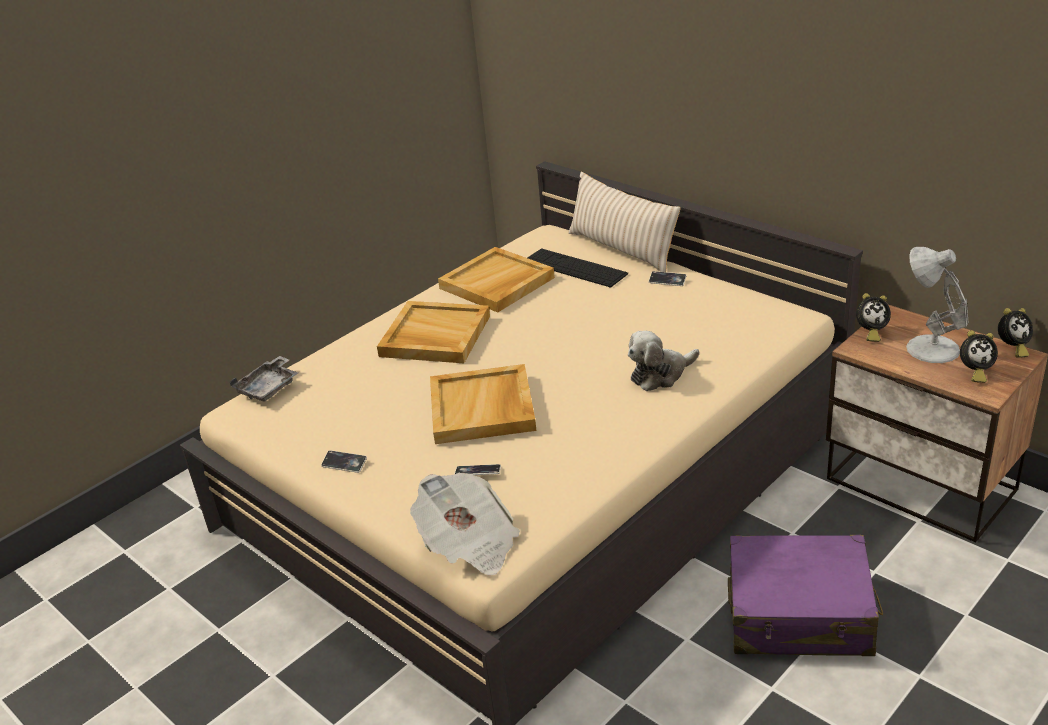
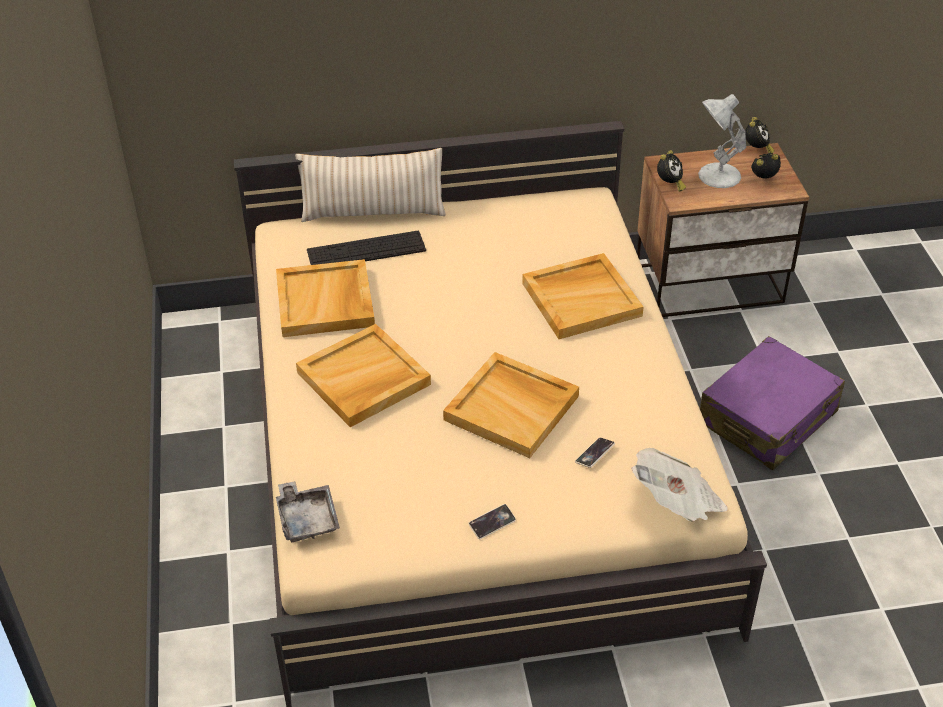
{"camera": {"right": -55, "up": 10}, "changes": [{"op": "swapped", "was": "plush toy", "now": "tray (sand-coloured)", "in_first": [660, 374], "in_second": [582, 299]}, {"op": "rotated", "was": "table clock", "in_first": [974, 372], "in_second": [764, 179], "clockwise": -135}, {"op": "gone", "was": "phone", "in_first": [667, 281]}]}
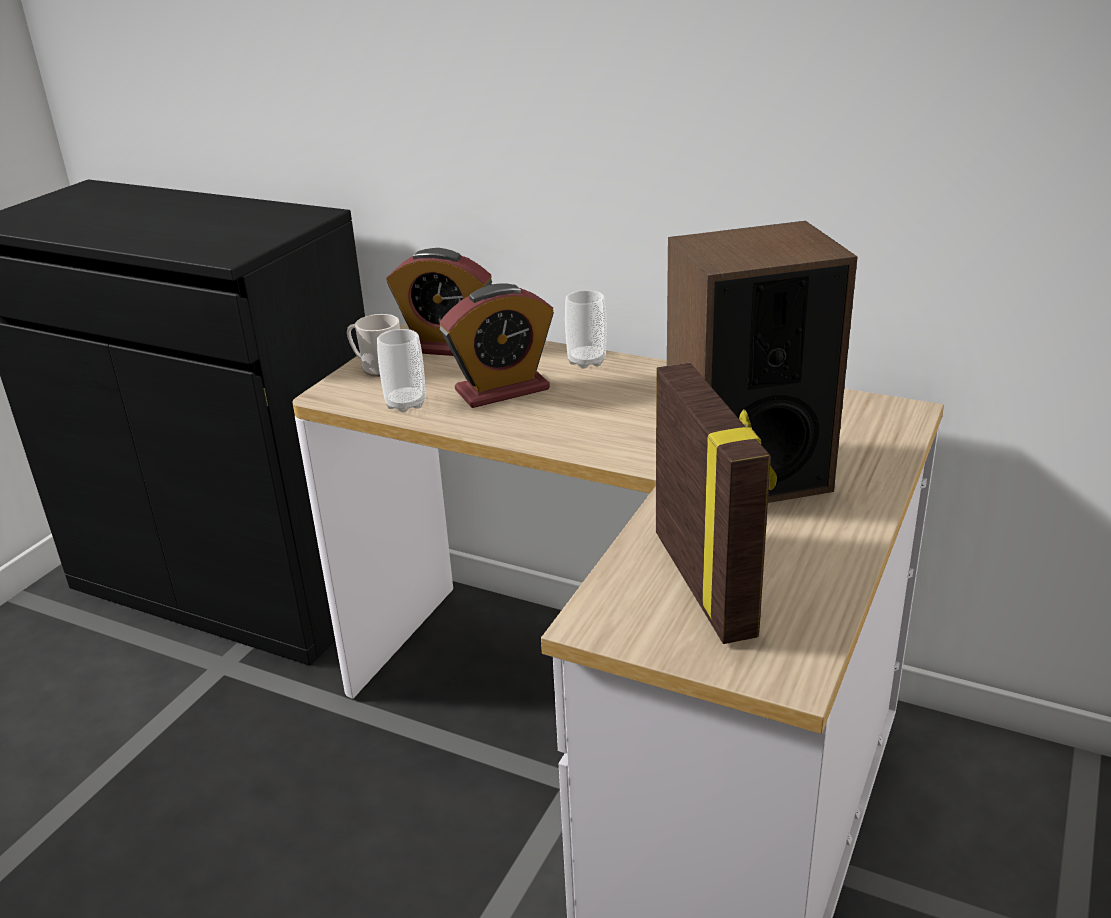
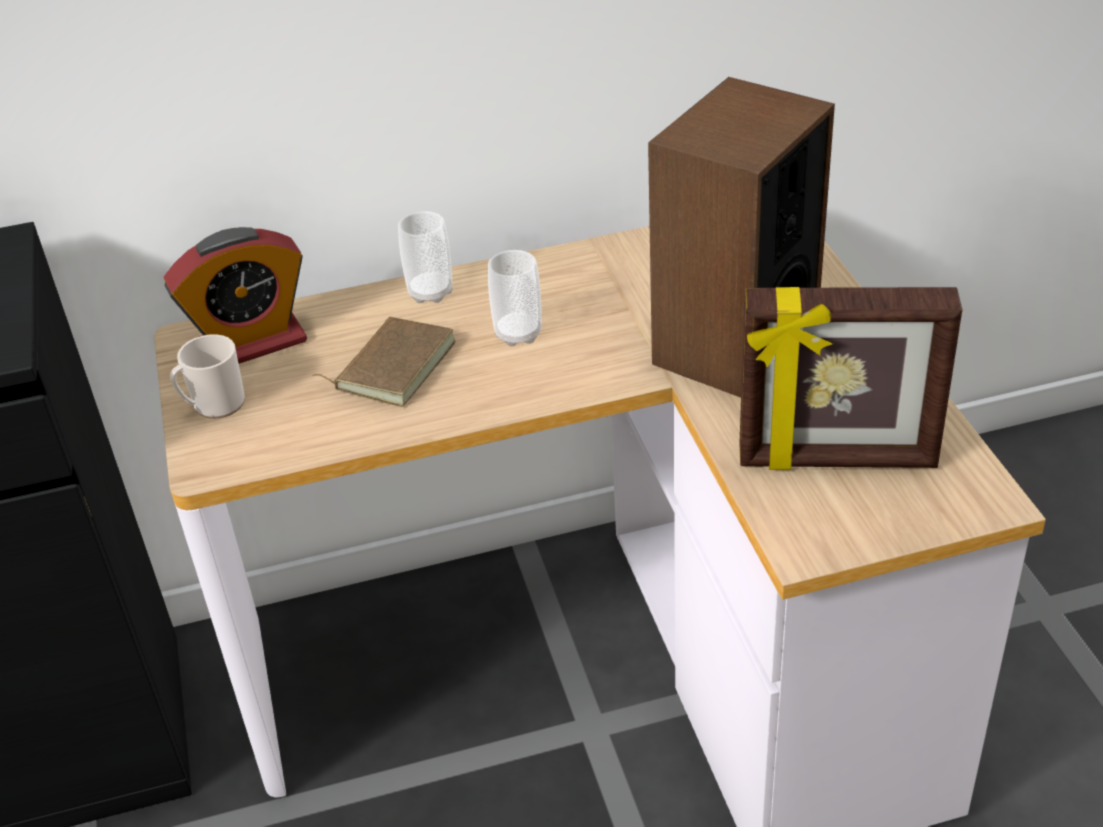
{"camera": {"right": -40, "up": 10}, "changes": [{"op": "swapped", "was": "table clock", "now": "book (brownish)", "in_first": [502, 390], "in_second": [393, 365]}, {"op": "shifted", "was": "cup", "in_first": [406, 404], "in_second": [518, 334]}, {"op": "rotated", "was": "standing frame", "in_first": [706, 583], "in_second": [837, 460], "clockwise": 150}]}
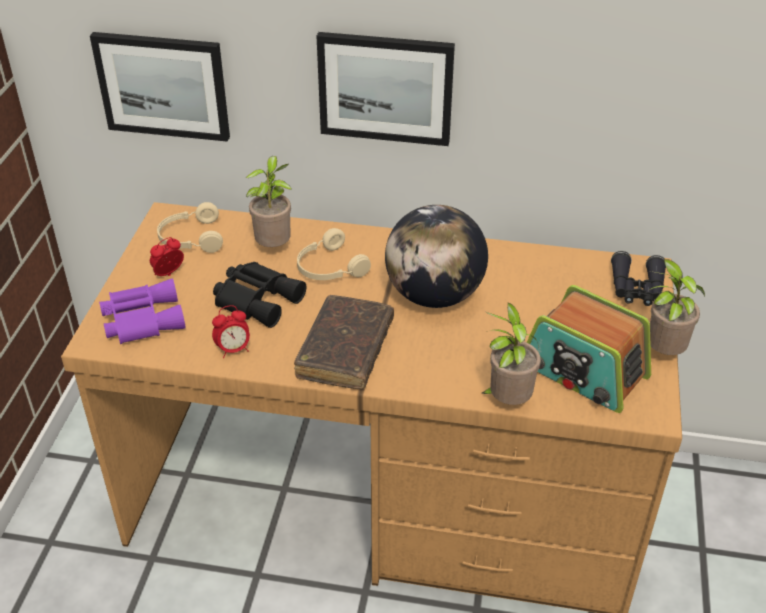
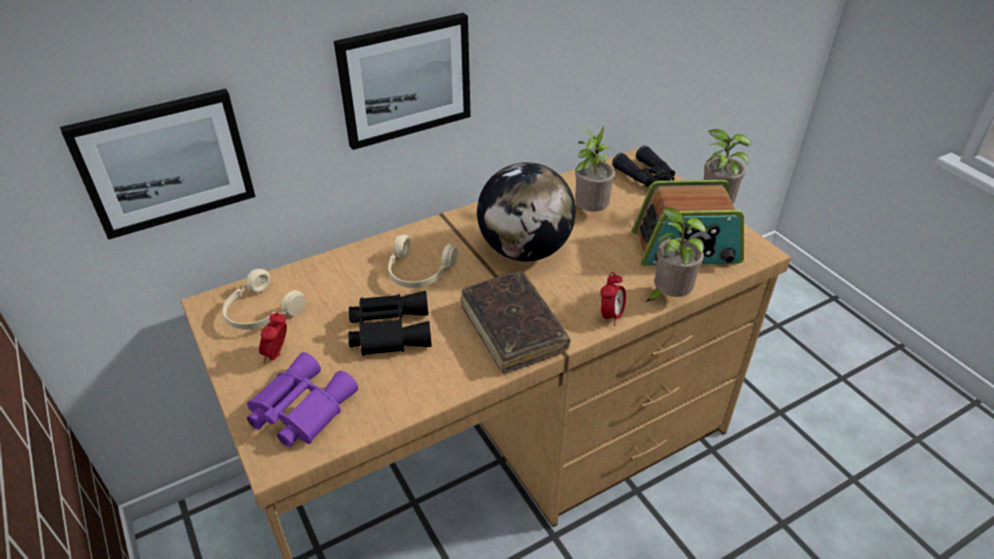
{"camera": {"right": -40, "up": 0}, "changes": [{"op": "shifted", "was": "potted plant", "in_first": [274, 247], "in_second": [589, 212]}, {"op": "shifted", "was": "table clock", "in_first": [233, 350], "in_second": [610, 316]}]}
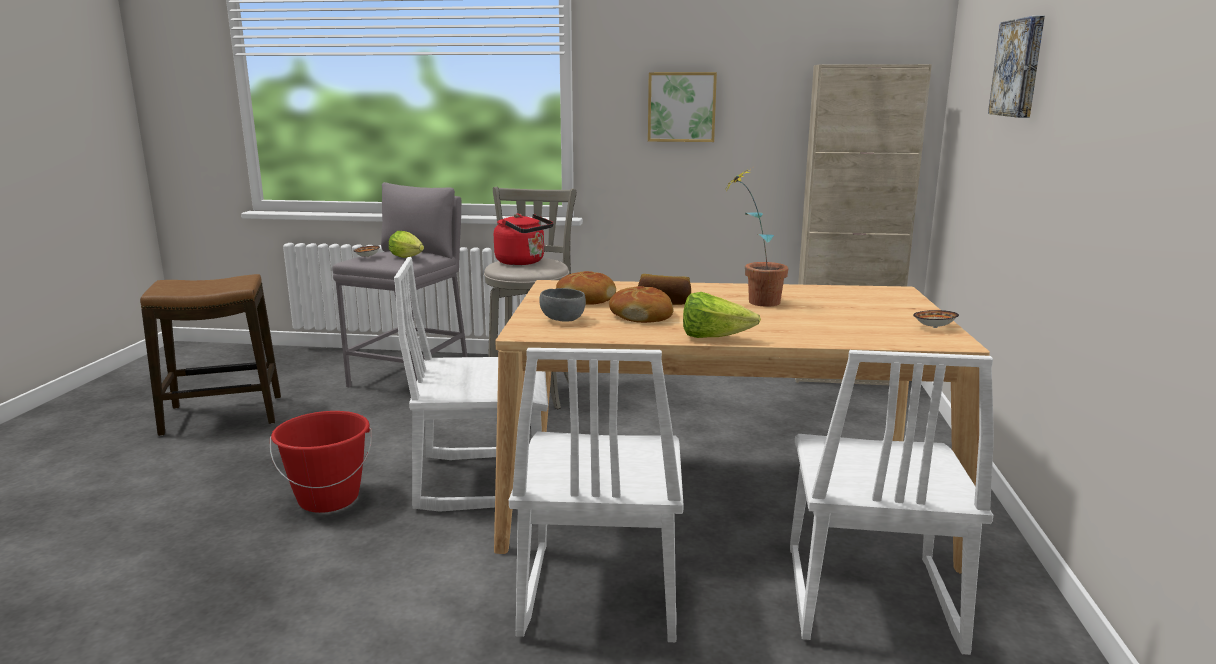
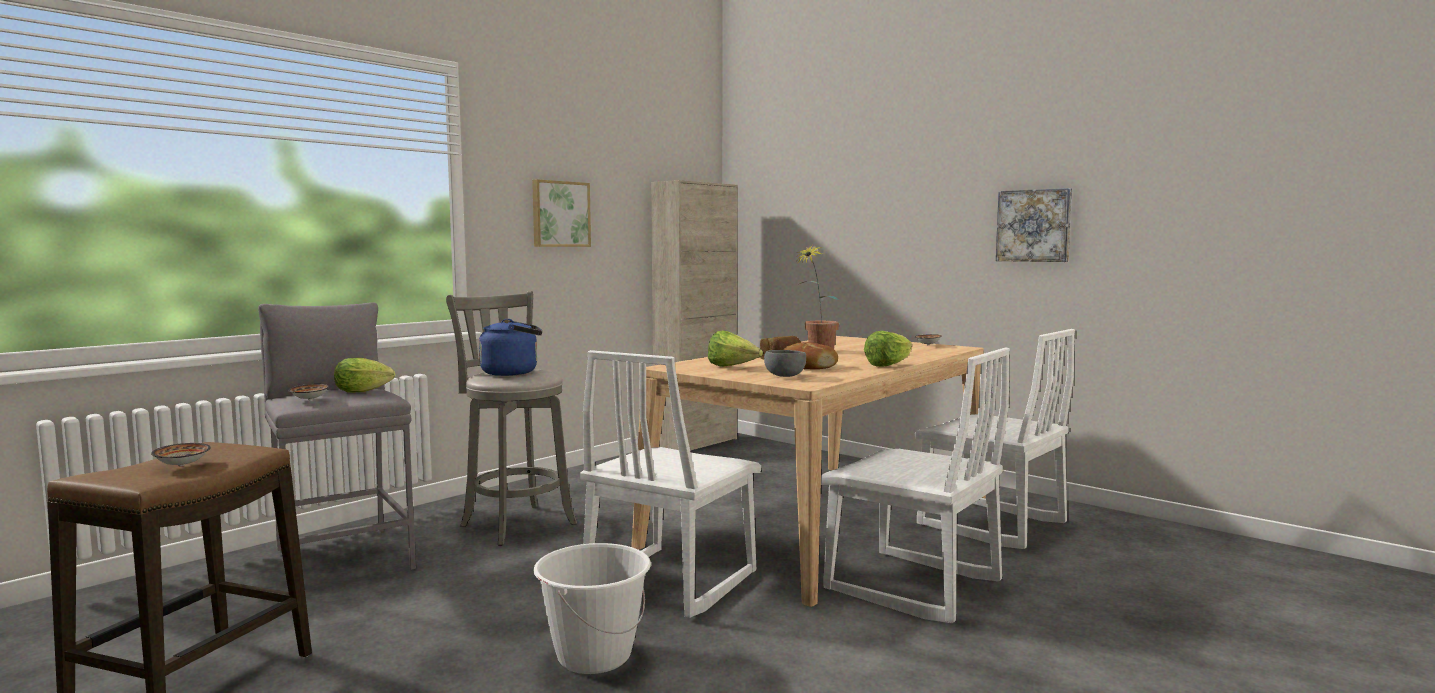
{"camera": {"right": -55, "up": -10}, "changes": [{"op": "new", "now": "bowl", "in_second": [182, 465]}, {"op": "repainted", "was": "kettle (reddish)", "now": "kettle (bluish)", "in_first": [523, 262], "in_second": [513, 372]}, {"op": "repainted", "was": "bucket (reddish)", "now": "bucket (white-coloured)", "in_first": [329, 498], "in_second": [594, 656]}, {"op": "swapped", "was": "baked bread", "now": "lettuce head", "in_first": [586, 298], "in_second": [732, 367]}, {"op": "shifted", "was": "picture", "in_first": [1020, 68], "in_second": [1034, 225]}]}
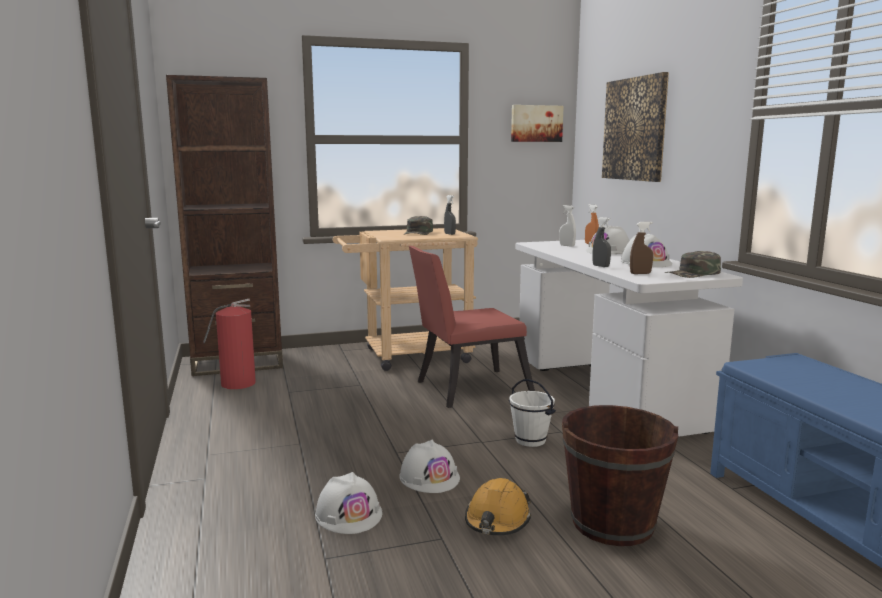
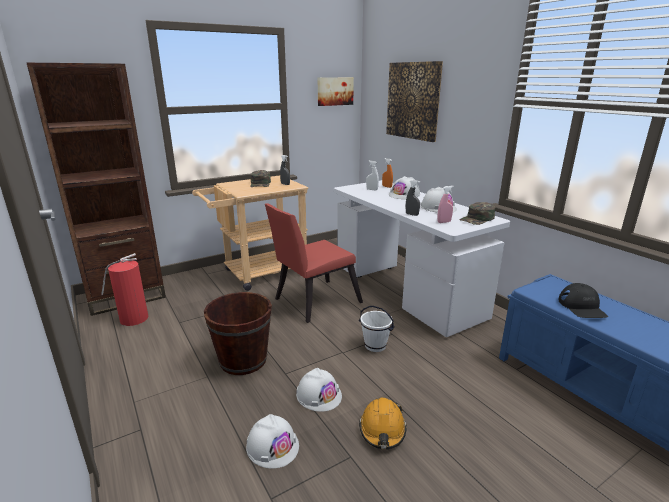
{"camera": {"right": -15, "up": 10}, "changes": [{"op": "shifted", "was": "bucket (brownish)", "in_first": [612, 523], "in_second": [243, 360]}, {"op": "repainted", "was": "spray bottle (brownish)", "now": "spray bottle (pink-coloured)", "in_first": [640, 273], "in_second": [444, 222]}, {"op": "new", "now": "cap (black)", "in_second": [582, 307]}]}
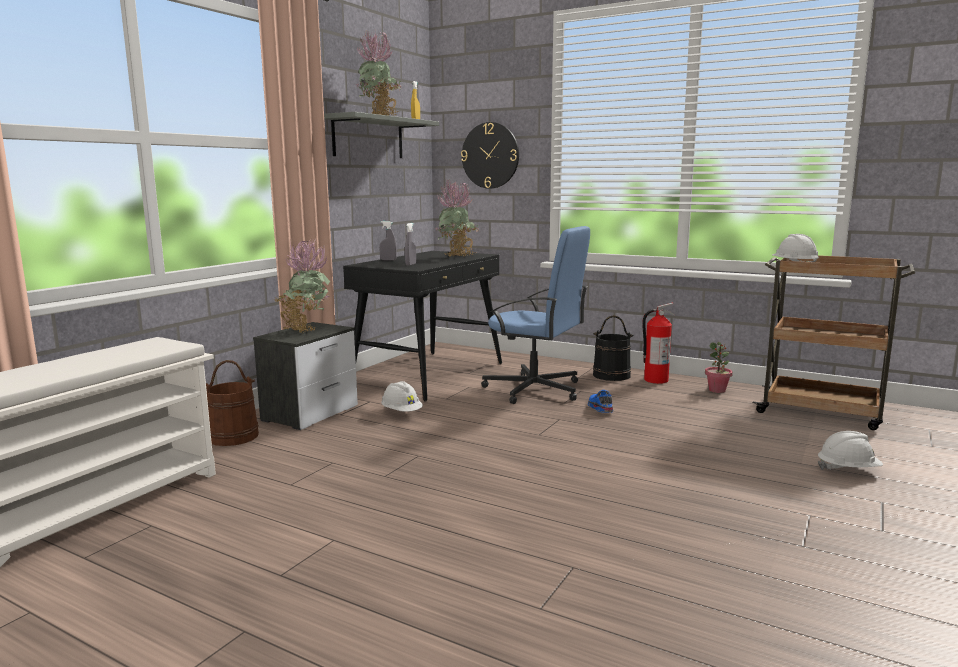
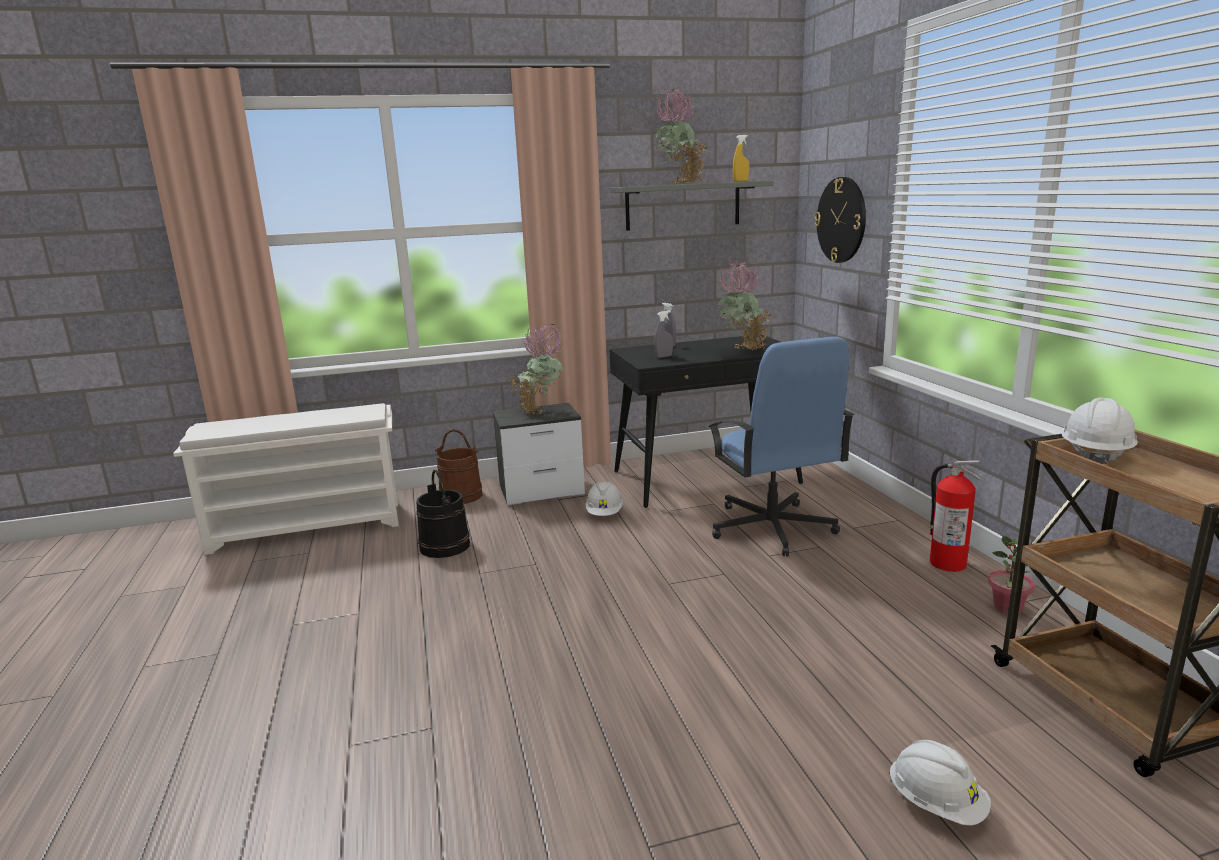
{"camera": {"right": 45, "up": 5}, "changes": [{"op": "shifted", "was": "bucket (black)", "in_first": [611, 375], "in_second": [445, 546]}, {"op": "gone", "was": "low shoe (bluish)", "in_first": [599, 408]}]}
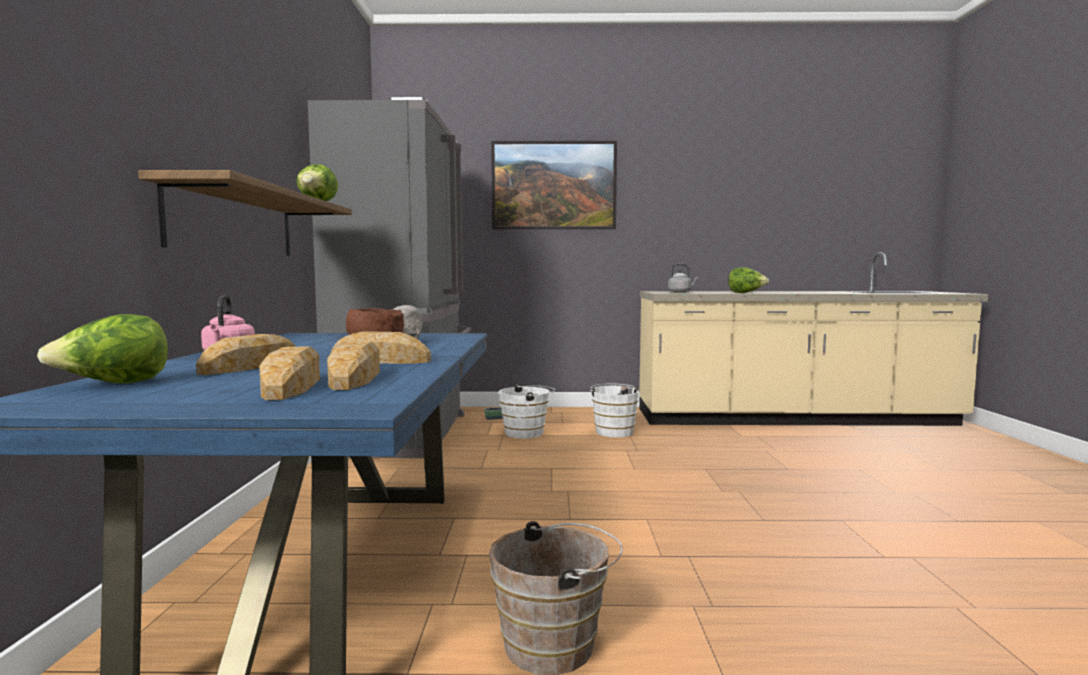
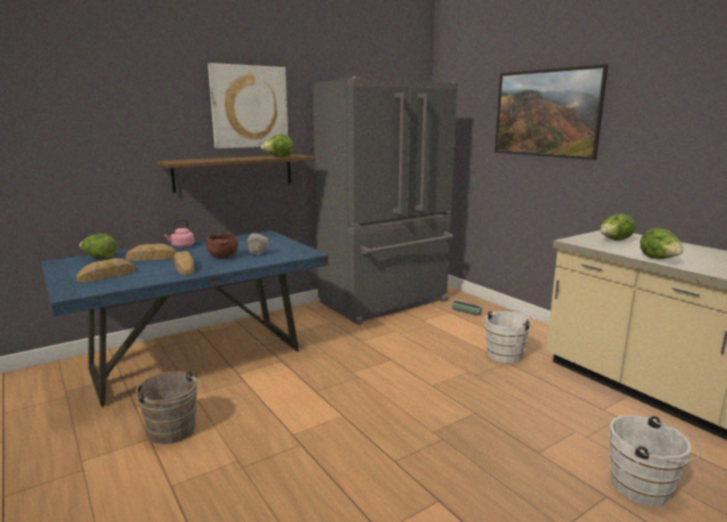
{"camera": {"right": 55, "up": 10}, "changes": [{"op": "new", "now": "picture", "in_second": [249, 107]}, {"op": "swapped", "was": "kettle (grey)", "now": "lettuce head", "in_first": [681, 292], "in_second": [614, 241]}, {"op": "shifted", "was": "bucket (white-coloured)", "in_first": [527, 433], "in_second": [645, 489]}, {"op": "gone", "was": "baked bread", "in_first": [354, 378]}]}
